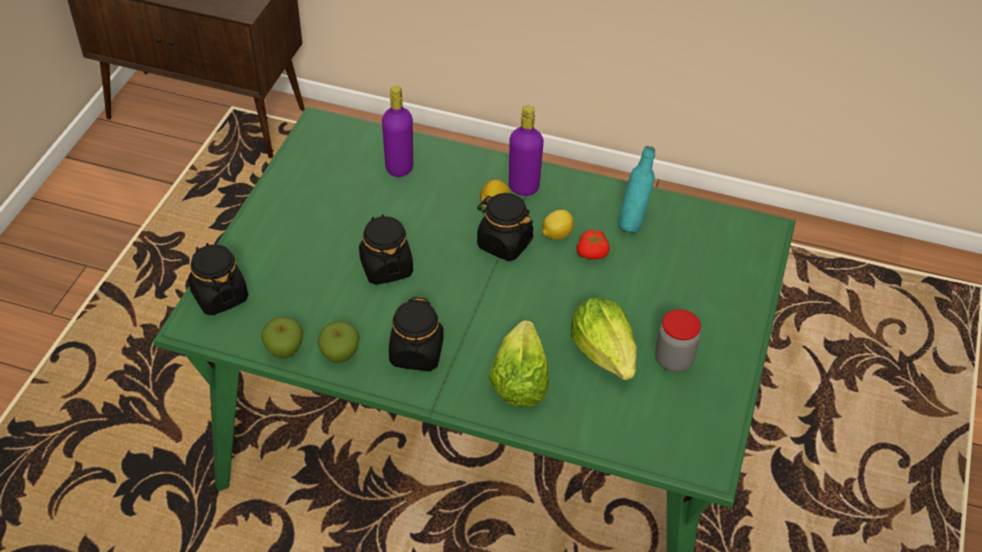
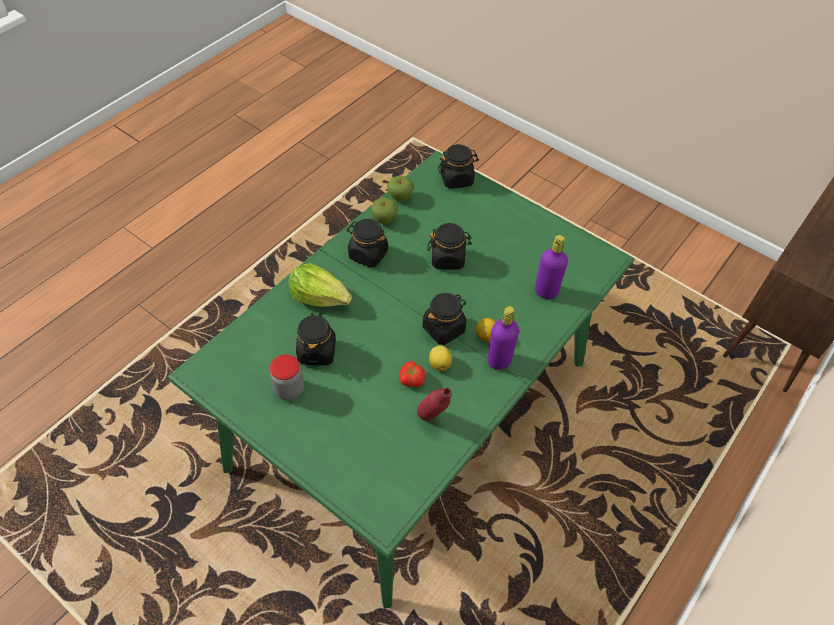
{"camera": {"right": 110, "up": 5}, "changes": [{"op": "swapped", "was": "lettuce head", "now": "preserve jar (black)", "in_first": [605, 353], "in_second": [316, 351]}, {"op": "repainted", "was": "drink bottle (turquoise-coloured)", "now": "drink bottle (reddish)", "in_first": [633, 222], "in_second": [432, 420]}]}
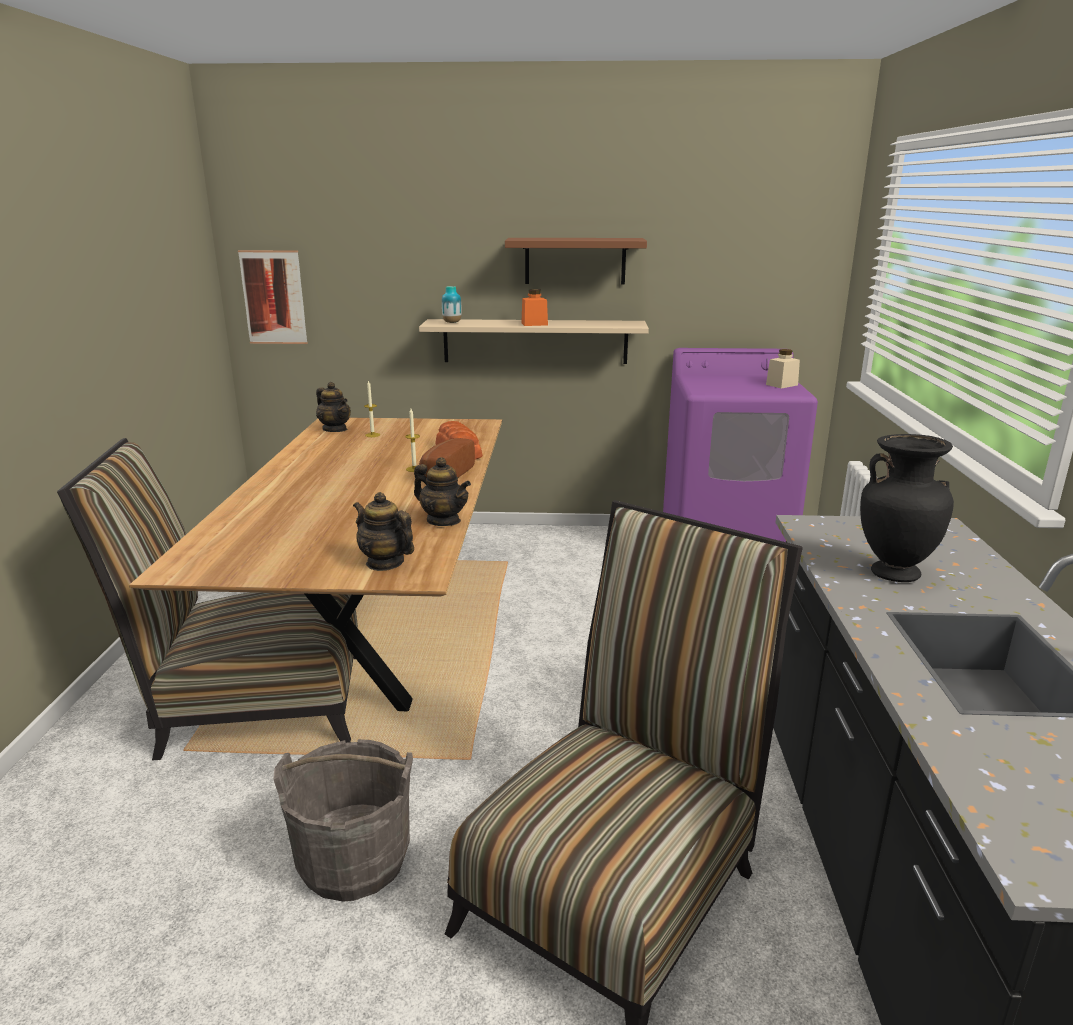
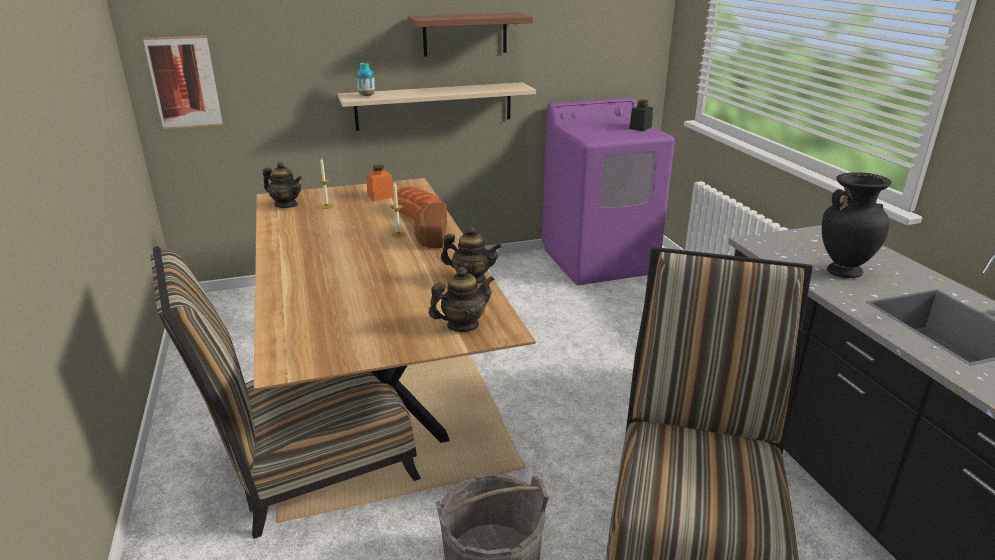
{"camera": {"right": -20, "up": 5}, "changes": [{"op": "shifted", "was": "preserve jar (orange-coloured)", "in_first": [534, 324], "in_second": [380, 196]}, {"op": "rotated", "was": "tea pot", "in_first": [385, 563], "in_second": [462, 325], "clockwise": 135}, {"op": "repainted", "was": "preserve jar (sand-coloured)", "now": "preserve jar (black)", "in_first": [781, 385], "in_second": [640, 128]}]}
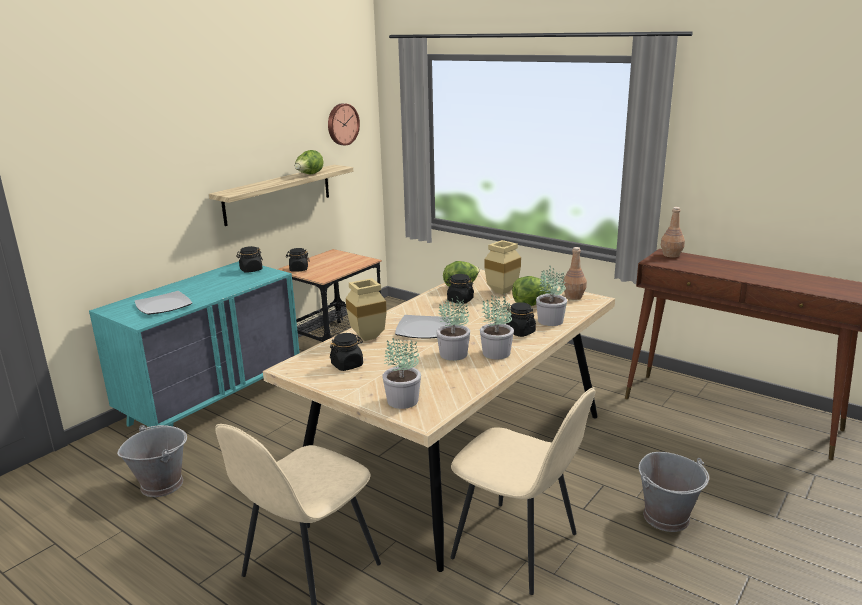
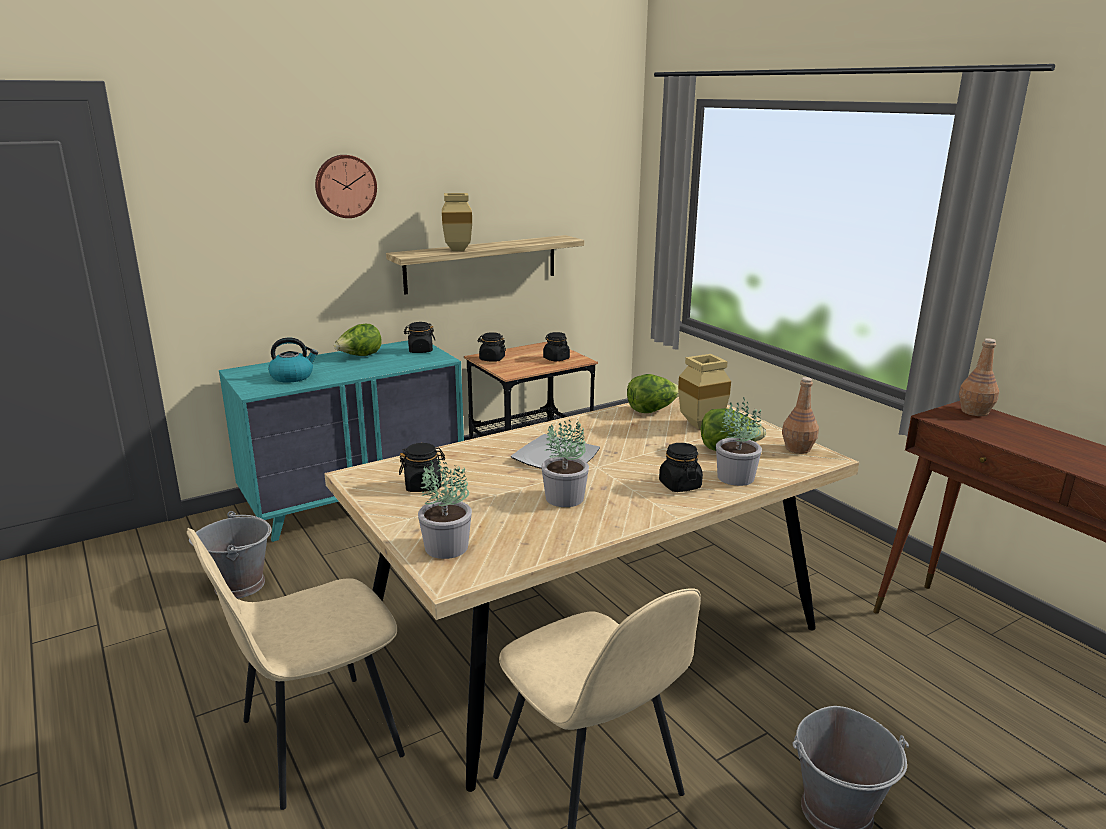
{"camera": {"right": 20, "up": 0}, "changes": [{"op": "swapped", "was": "flat dish", "now": "kettle", "in_first": [163, 305], "in_second": [293, 377]}, {"op": "shifted", "was": "clock on the wall", "in_first": [342, 124], "in_second": [345, 186]}, {"op": "shifted", "was": "lettuce head", "in_first": [309, 175], "in_second": [360, 356]}, {"op": "shifted", "was": "decorative vase (sand-coloured)", "in_first": [369, 337], "in_second": [459, 249]}, {"op": "shifted", "was": "preserve jar (black)", "in_first": [460, 300], "in_second": [556, 359]}, {"op": "gone", "was": "potted plant", "in_first": [496, 353]}]}
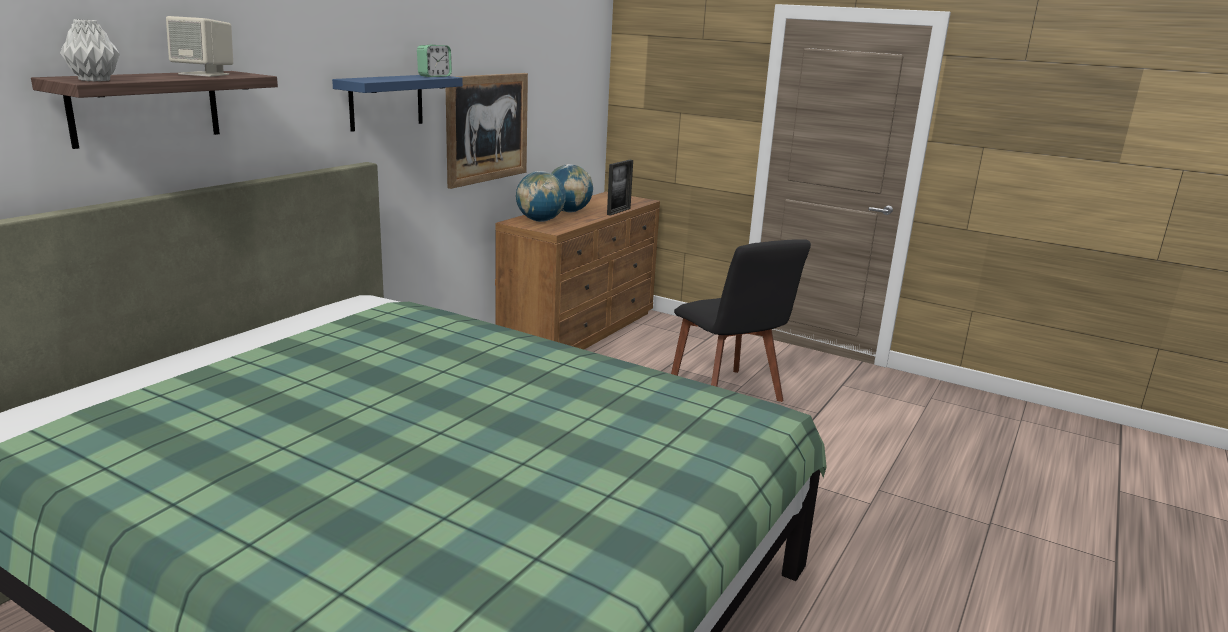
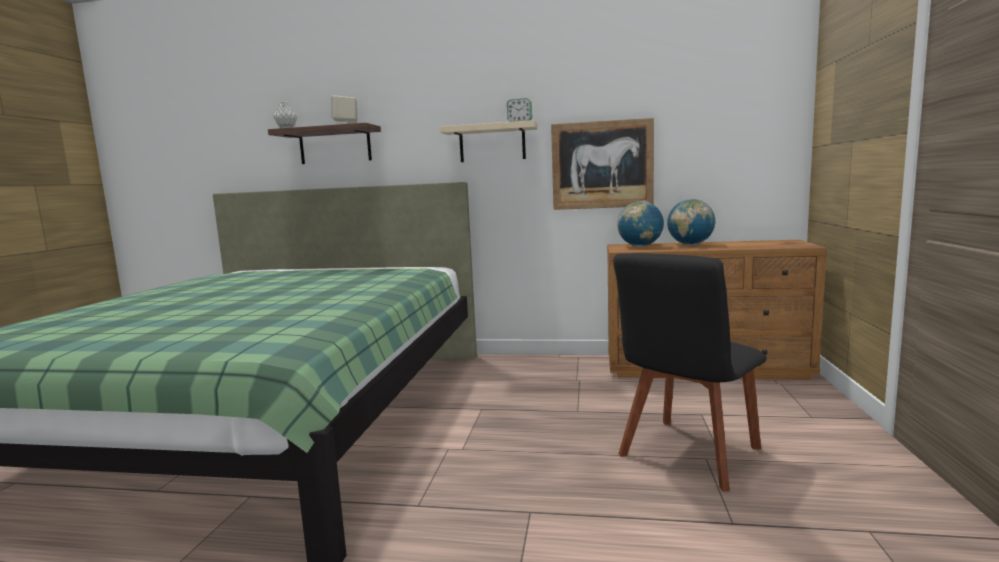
{"camera": {"right": 70, "up": -10}, "changes": [{"op": "repainted", "was": "wall shelf (bluish)", "now": "wall shelf (sand-coloured)", "in_first": [386, 102], "in_second": [492, 143]}, {"op": "gone", "was": "standing frame", "in_first": [618, 211]}]}
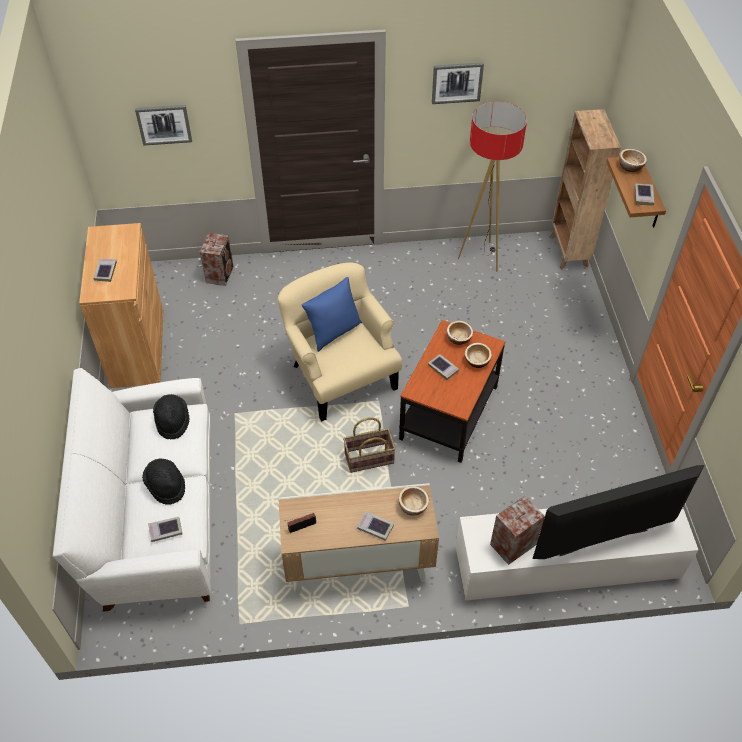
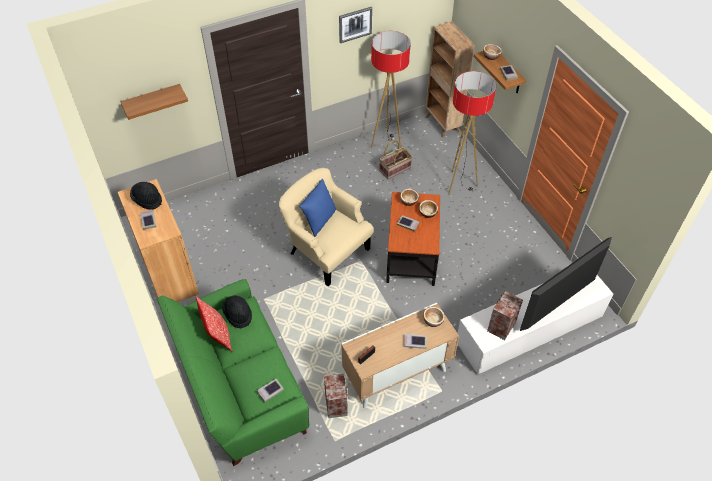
{"camera": {"right": -20, "up": 0}, "changes": [{"op": "swapped", "was": "picture", "now": "wall shelf", "in_first": [164, 124], "in_second": [152, 101]}, {"op": "shifted", "was": "clothing hat (black)", "in_first": [166, 486], "in_second": [147, 200]}, {"op": "repainted", "was": "sofa (white-coloured)", "now": "sofa (greenish)", "in_first": [156, 518], "in_second": [241, 389]}, {"op": "new", "now": "cushion", "in_second": [217, 335]}, {"op": "shifted", "was": "loudspeaker", "in_first": [220, 274], "in_second": [336, 404]}, {"op": "shifted", "was": "basket", "in_first": [369, 459], "in_second": [395, 169]}, {"op": "new", "now": "standing lamp", "in_second": [459, 184]}]}
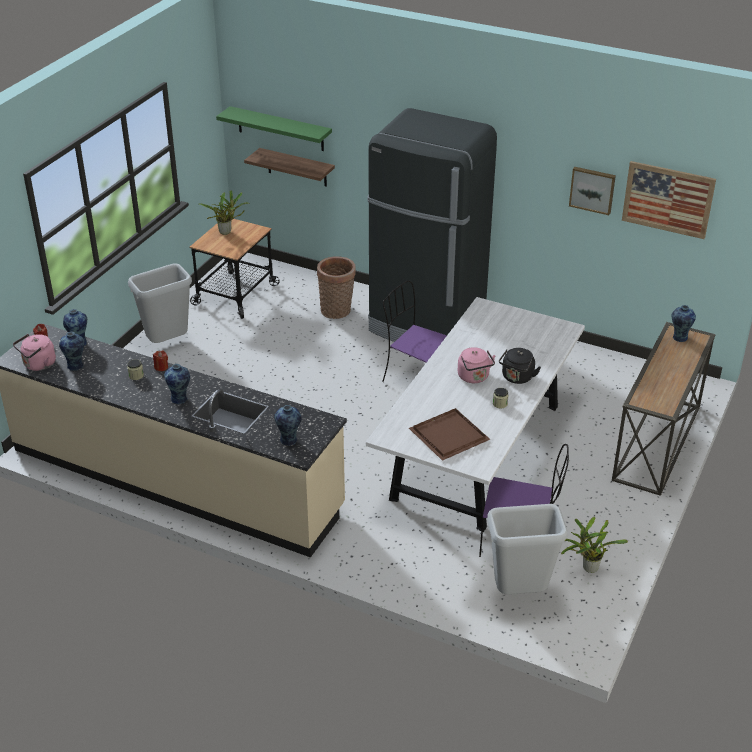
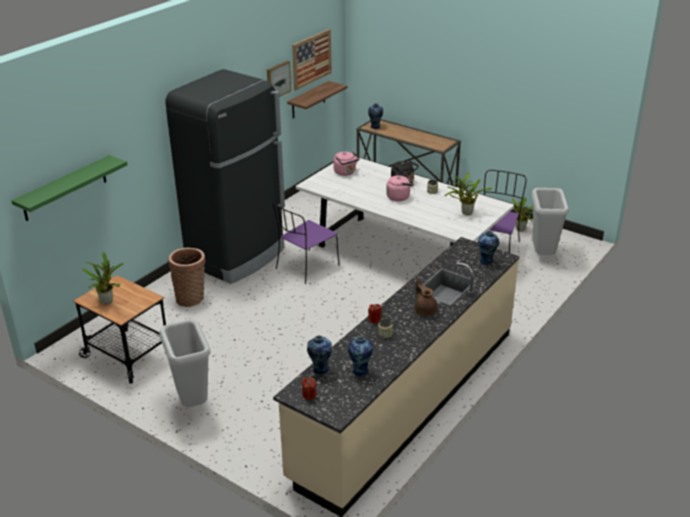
{"camera": {"right": -80, "up": -5}, "changes": [{"op": "shifted", "was": "wall shelf", "in_first": [297, 167], "in_second": [308, 100]}, {"op": "shifted", "was": "kettle (pink-coloured)", "in_first": [38, 365], "in_second": [346, 172]}, {"op": "swapped", "was": "decorative vase", "now": "tea pot (brownish)", "in_first": [180, 399], "in_second": [425, 310]}, {"op": "swapped", "was": "tray (brownish)", "now": "potted plant", "in_first": [447, 435], "in_second": [465, 213]}]}
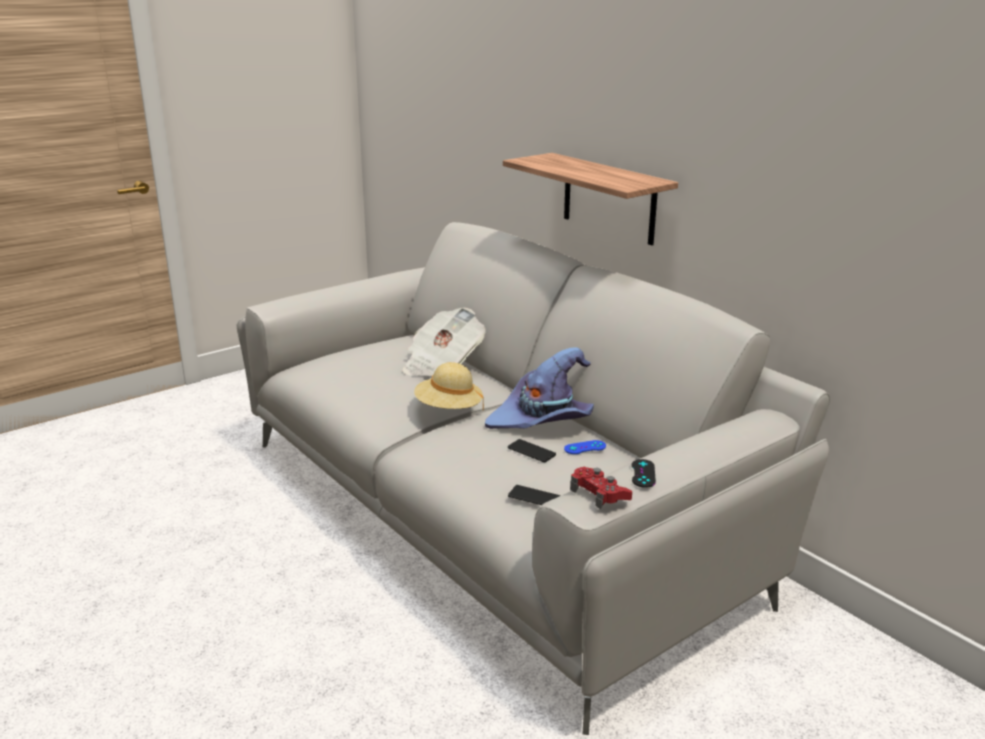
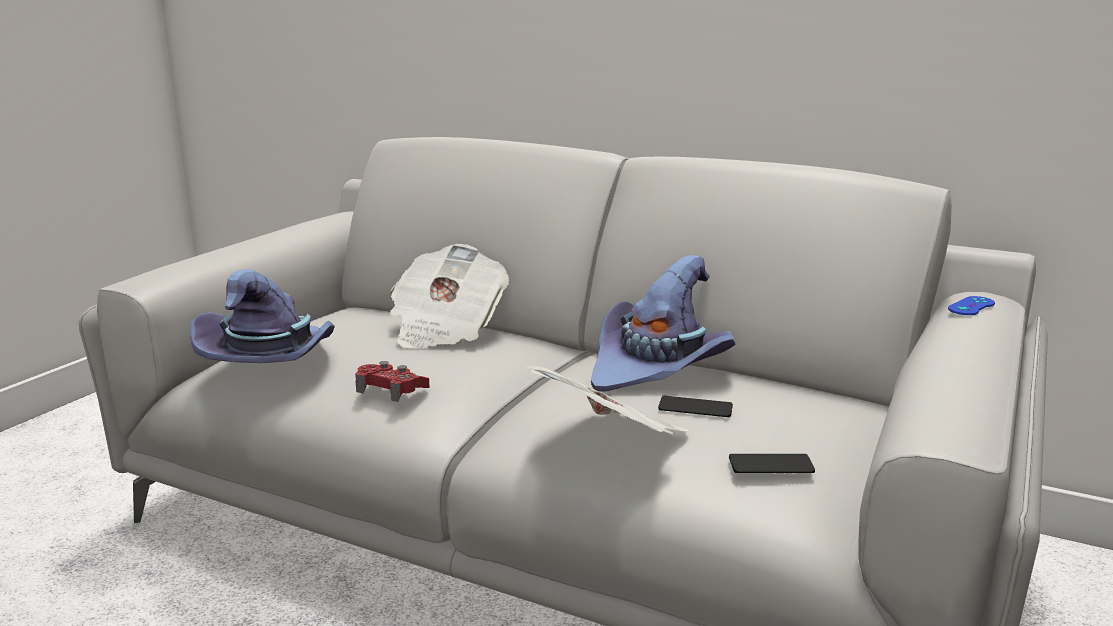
{"camera": {"right": -25, "up": -5}, "changes": [{"op": "new", "now": "clothing hat (purple-coloured)", "in_second": [270, 360]}, {"op": "shifted", "was": "game controller (reddish)", "in_first": [599, 494], "in_second": [391, 389]}, {"op": "new", "now": "printed paper", "in_second": [608, 441]}, {"op": "shifted", "was": "game controller (bluish)", "in_first": [585, 447], "in_second": [971, 306]}, {"op": "gone", "was": "clothing hat (sand-coloured)", "in_first": [448, 409]}, {"op": "gone", "was": "wall shelf", "in_first": [609, 199]}, {"op": "gone", "was": "game controller (black)", "in_first": [643, 473]}]}
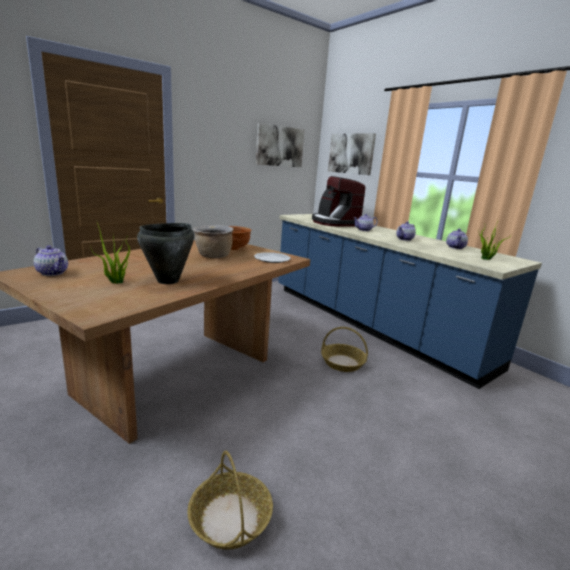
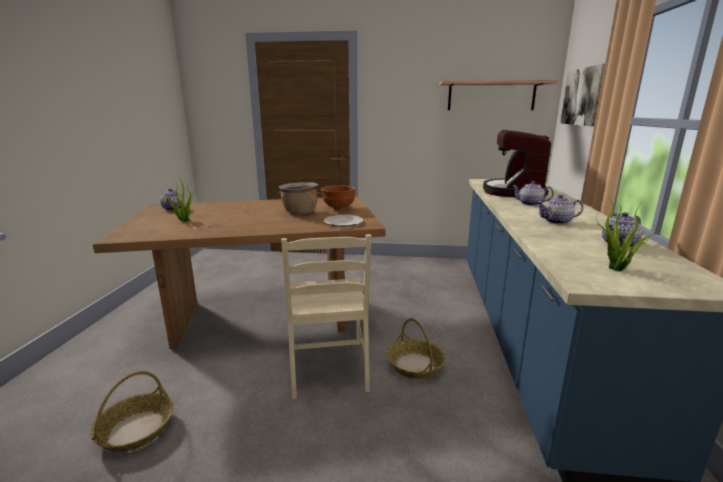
{"camera": {"right": 45, "up": 0}, "changes": [{"op": "new", "now": "plain chair (sand-coloured)", "in_second": [328, 368]}, {"op": "swapped", "was": "picture", "now": "wall shelf", "in_first": [279, 146], "in_second": [491, 96]}, {"op": "gone", "was": "stockpot (black)", "in_first": [168, 281]}]}
